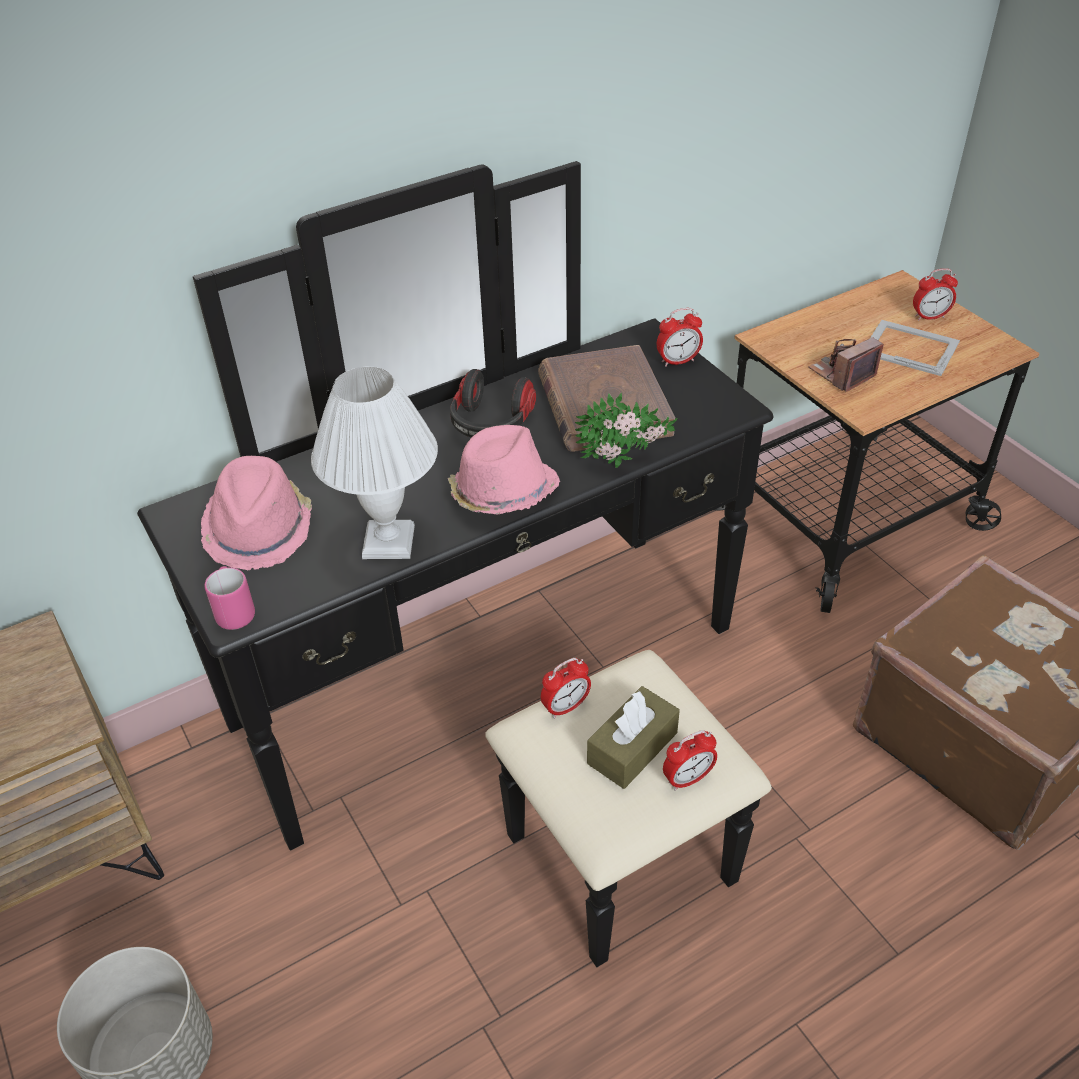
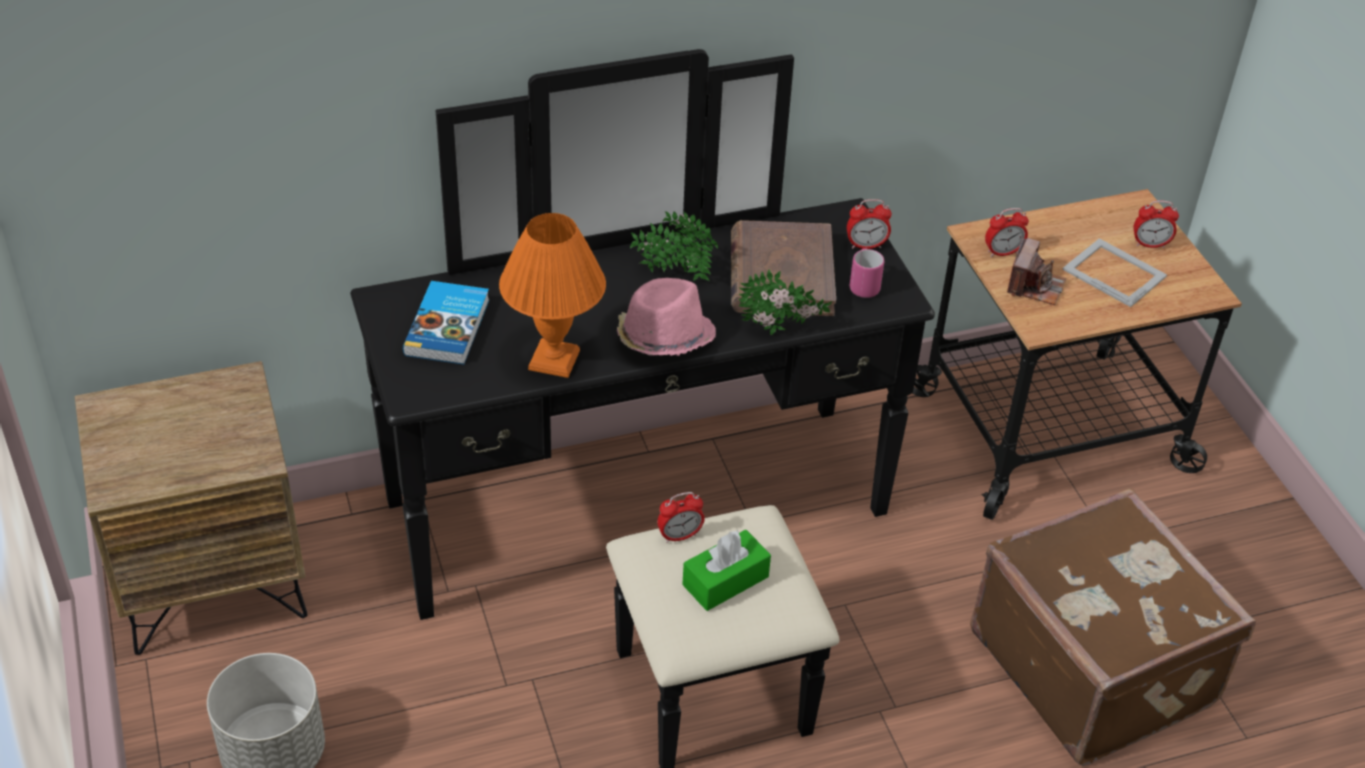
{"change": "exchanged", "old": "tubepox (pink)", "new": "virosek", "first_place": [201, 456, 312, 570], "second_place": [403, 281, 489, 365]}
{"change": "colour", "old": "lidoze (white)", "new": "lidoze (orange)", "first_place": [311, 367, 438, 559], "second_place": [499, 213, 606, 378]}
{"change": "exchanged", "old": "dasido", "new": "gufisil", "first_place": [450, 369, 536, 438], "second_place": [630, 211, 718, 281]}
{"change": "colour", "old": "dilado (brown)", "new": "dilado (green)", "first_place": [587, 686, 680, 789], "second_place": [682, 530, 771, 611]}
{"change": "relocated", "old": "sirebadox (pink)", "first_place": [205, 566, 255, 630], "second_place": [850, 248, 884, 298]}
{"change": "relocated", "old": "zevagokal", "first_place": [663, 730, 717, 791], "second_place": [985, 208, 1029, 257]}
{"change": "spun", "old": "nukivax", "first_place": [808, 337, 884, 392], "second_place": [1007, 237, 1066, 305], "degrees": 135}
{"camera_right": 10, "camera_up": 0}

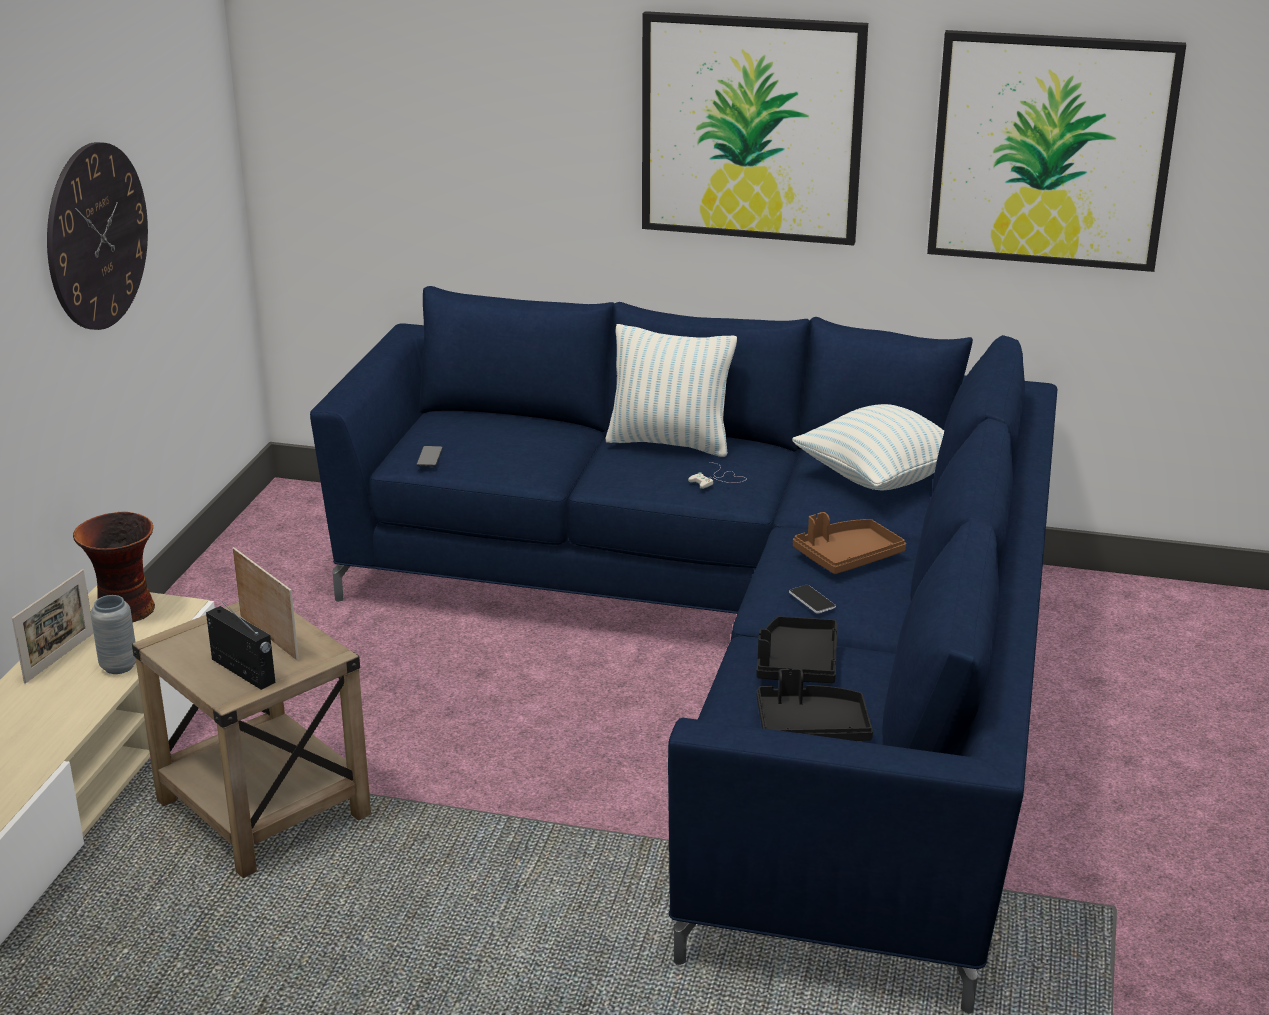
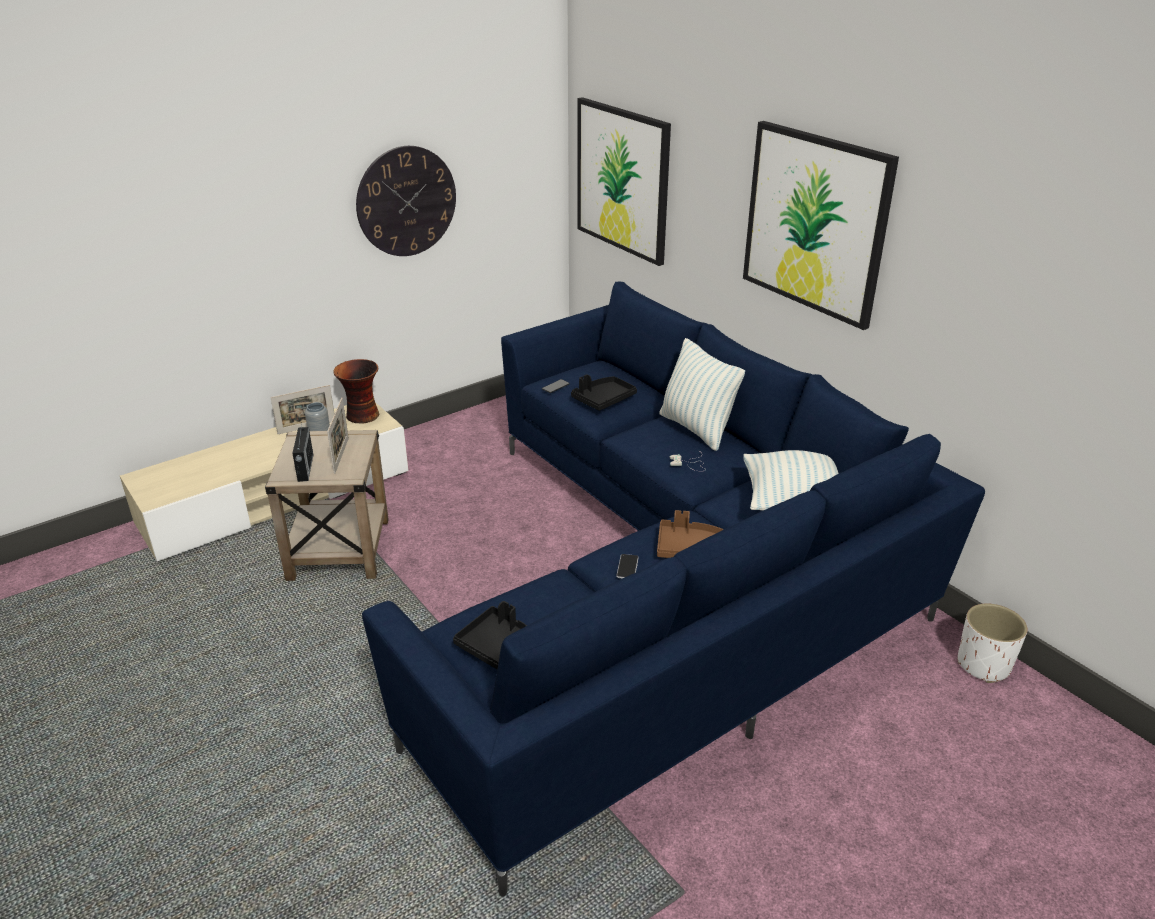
{"change": "relocated", "old": "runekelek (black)", "first_place": [756, 616, 837, 683], "second_place": [571, 374, 637, 411]}
{"change": "relocated", "old": "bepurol", "first_place": [927, 30, 1186, 272], "second_place": [577, 97, 671, 266]}
{"change": "appeared", "new": "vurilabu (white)", "second_place": [958, 603, 1027, 683]}
{"camera_right": 40, "camera_up": 5}

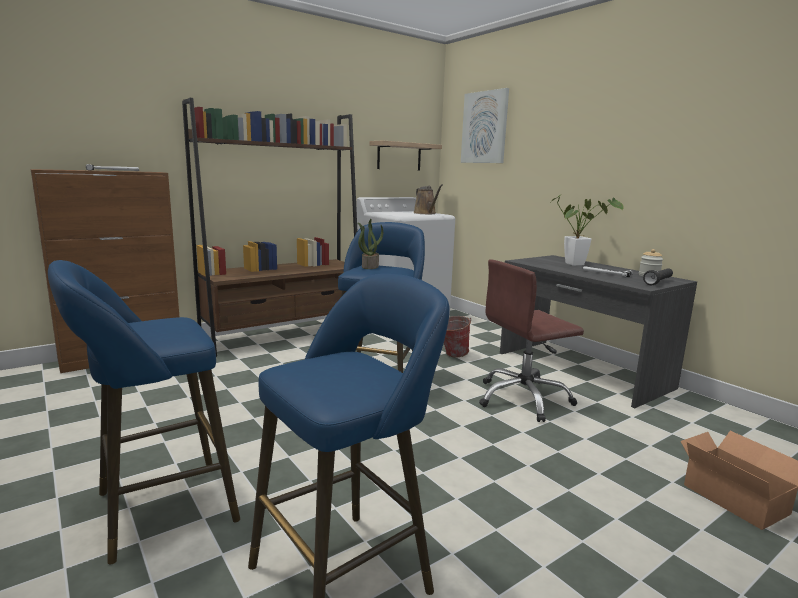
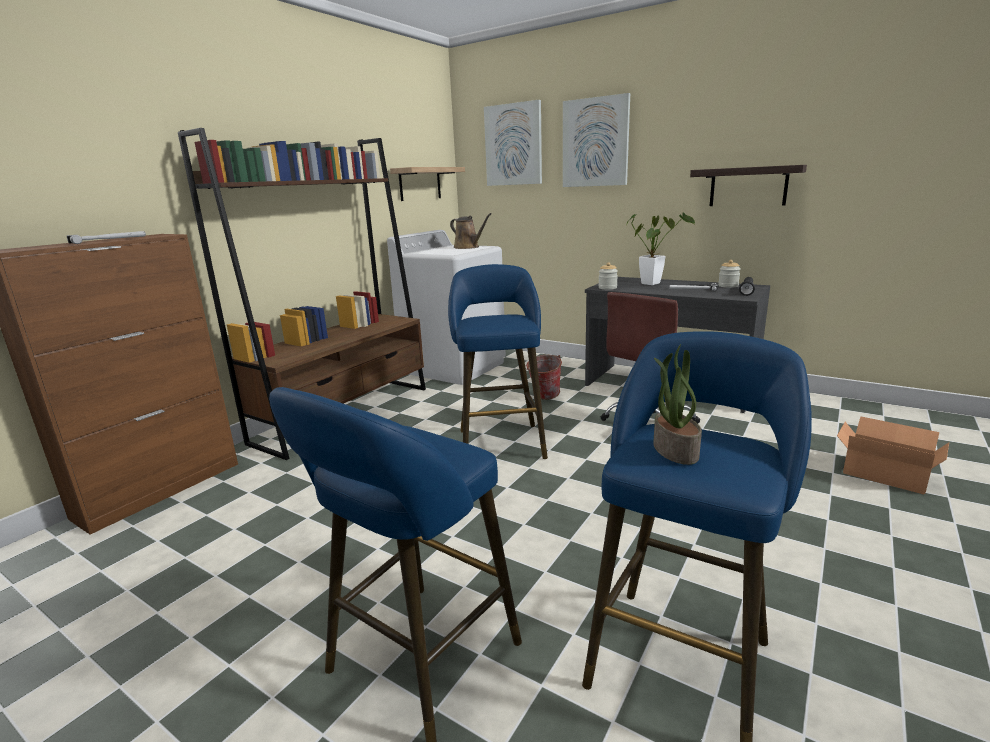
{"change": "appeared", "new": "bepurol", "second_place": [563, 93, 630, 187]}
{"change": "appeared", "new": "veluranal", "second_place": [598, 262, 618, 290]}
{"change": "relocated", "old": "gufisil", "first_place": [358, 219, 383, 269], "second_place": [653, 344, 702, 465]}
{"change": "appeared", "new": "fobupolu", "second_place": [690, 165, 807, 206]}
{"camera_right": -20, "camera_up": 5}

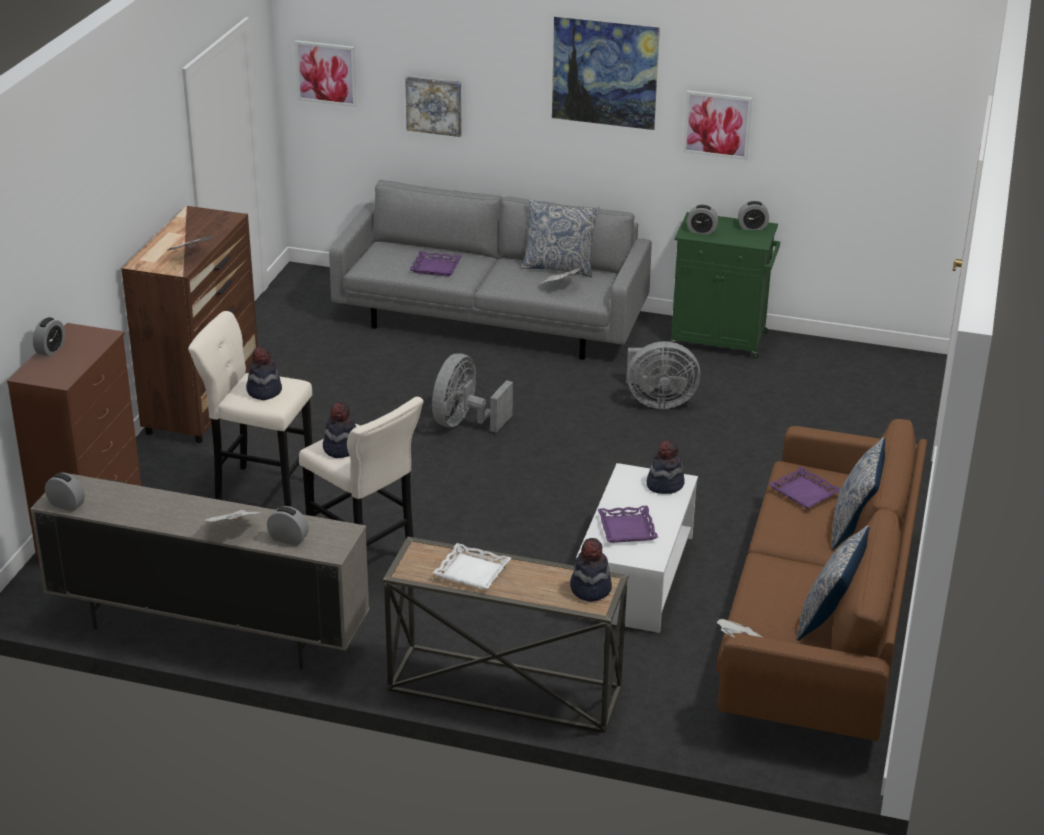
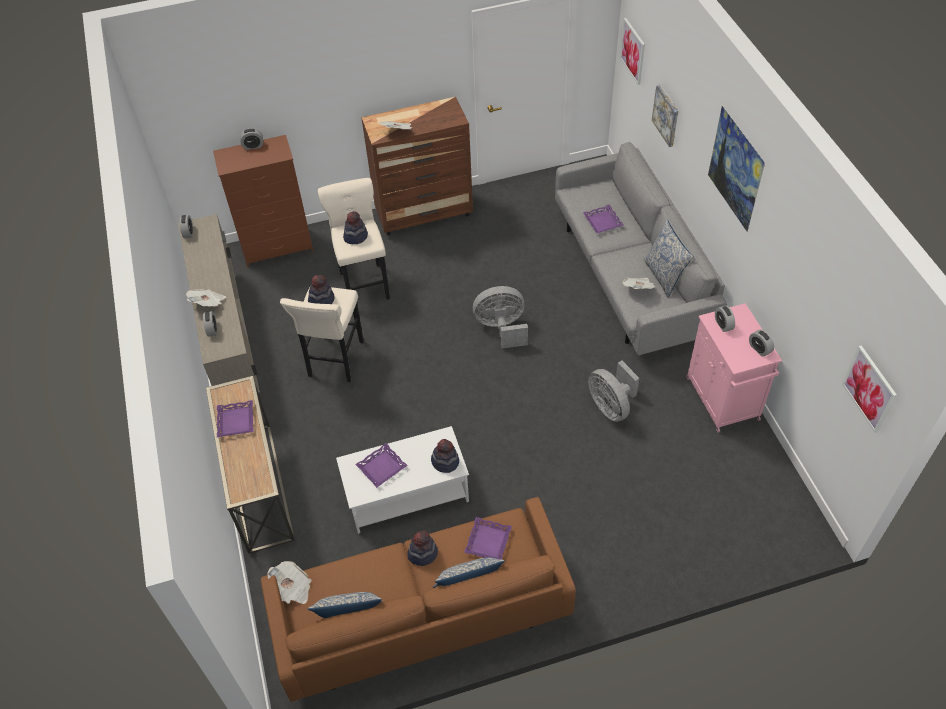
{"change": "colour", "old": "runekelek (white)", "new": "runekelek (purple)", "first_place": [433, 543, 511, 590], "second_place": [217, 400, 254, 437]}
{"change": "relocated", "old": "tubepox", "first_place": [570, 538, 612, 602], "second_place": [407, 530, 438, 566]}
{"change": "colour", "old": "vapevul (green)", "new": "vapevul (pink)", "first_place": [669, 212, 780, 359], "second_place": [686, 303, 782, 433]}
{"change": "relocated", "old": "bepurol", "first_place": [683, 90, 752, 160], "second_place": [842, 345, 897, 433]}
{"camera_right": 60, "camera_up": 20}

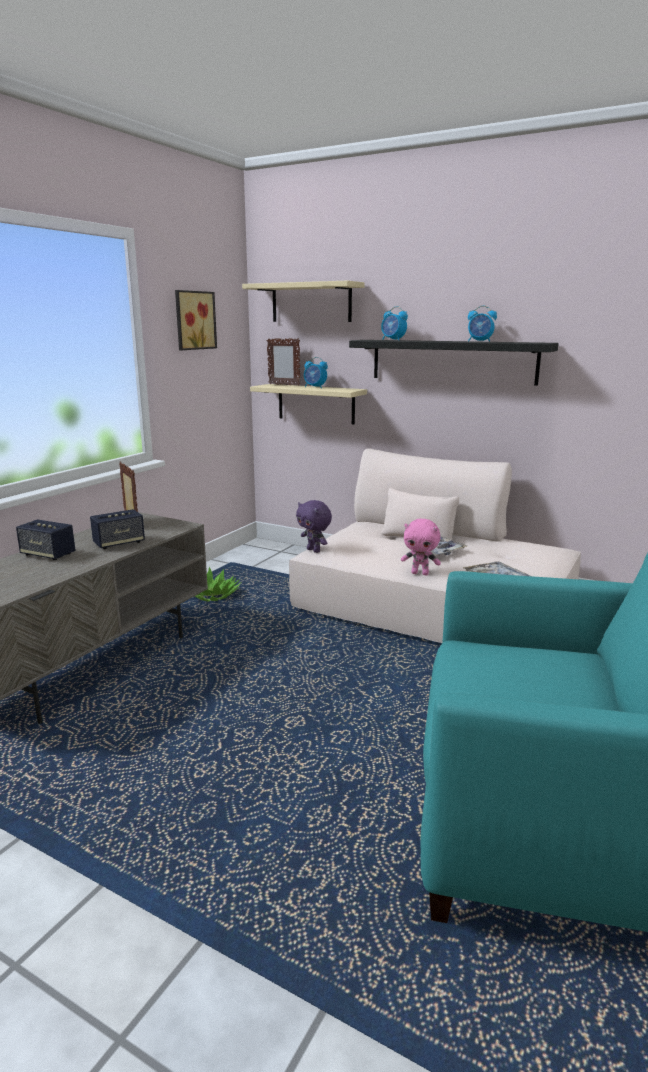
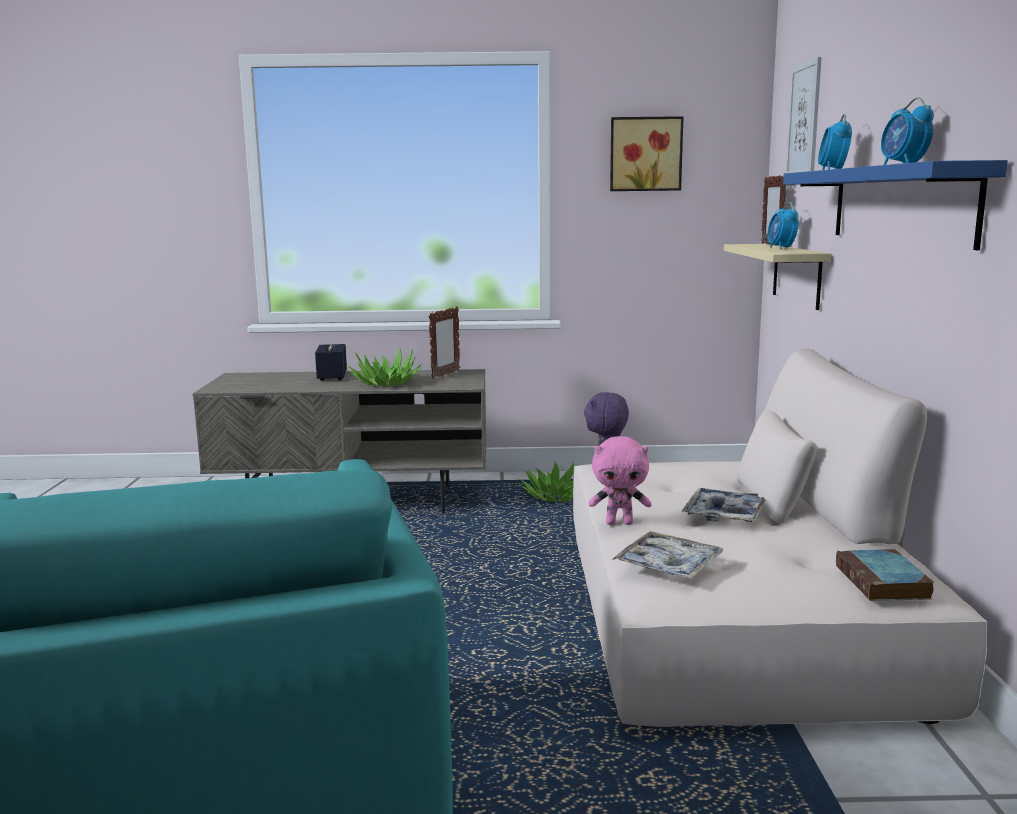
{"change": "exchanged", "old": "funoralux", "new": "gufisil", "first_place": [90, 509, 145, 549], "second_place": [347, 348, 423, 386]}
{"change": "spun", "old": "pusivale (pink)", "first_place": [401, 519, 441, 575], "second_place": [588, 436, 652, 525], "degrees": -75}
{"change": "colour", "old": "fobupolu (black)", "new": "fobupolu (blue)", "first_place": [349, 340, 559, 386], "second_place": [783, 160, 1008, 250]}
{"change": "exchanged", "old": "fobupolu (beige)", "new": "bepurol", "first_place": [242, 281, 364, 322], "second_place": [785, 57, 822, 173]}
{"change": "appeared", "new": "virosek", "second_place": [836, 549, 934, 601]}
{"camera_right": 60, "camera_up": -5}

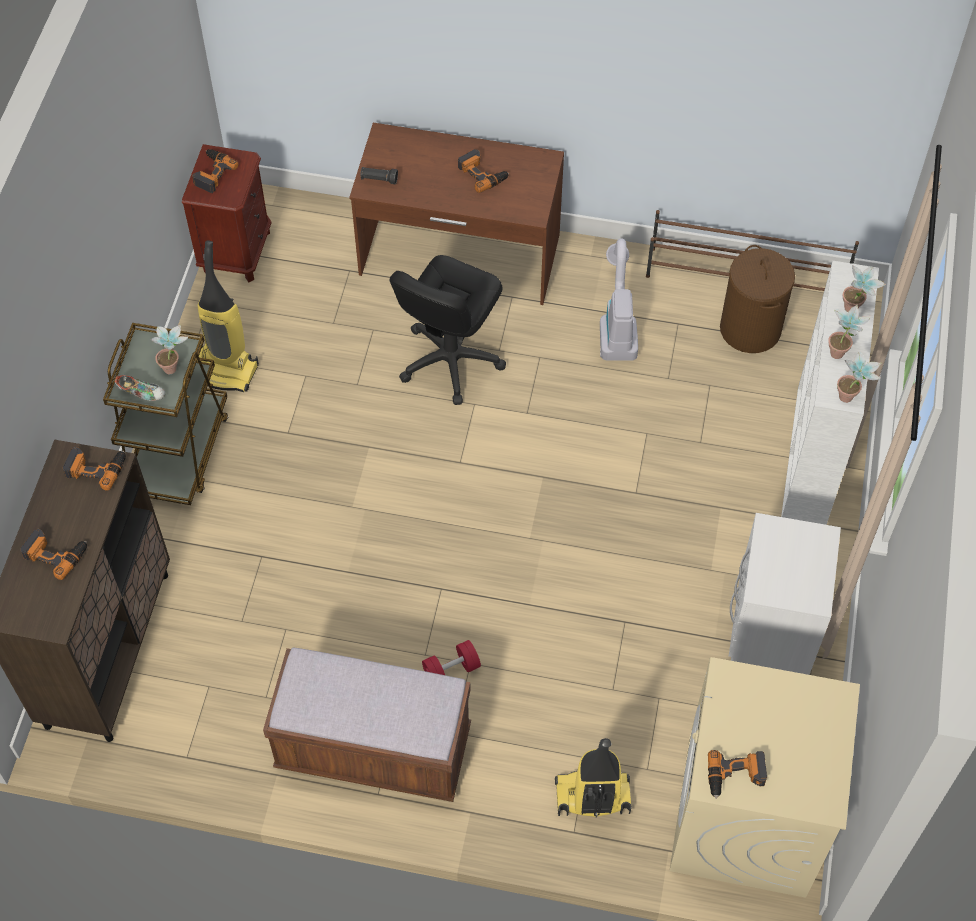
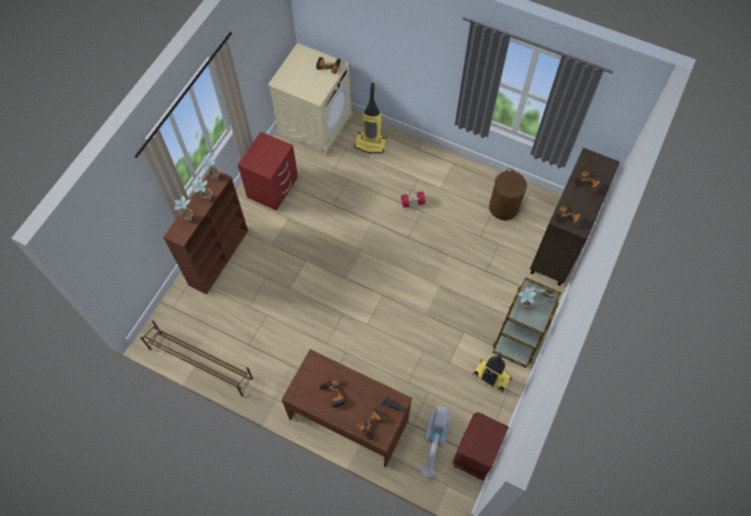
{"change": "colour", "old": "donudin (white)", "new": "donudin (brown)", "first_place": [781, 261, 879, 525], "second_place": [163, 172, 248, 294]}
{"change": "colour", "old": "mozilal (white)", "new": "mozilal (red)", "first_place": [729, 513, 841, 675], "second_place": [238, 132, 298, 211]}
{"change": "relocated", "old": "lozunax", "first_place": [192, 149, 239, 193], "second_place": [357, 408, 385, 440]}
{"change": "relocated", "old": "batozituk", "first_place": [600, 238, 638, 361], "second_place": [421, 406, 451, 477]}
{"change": "relocated", "old": "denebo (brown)", "first_place": [720, 245, 795, 353], "second_place": [489, 169, 527, 220]}
{"change": "missing", "old": "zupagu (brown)", "first_place": [263, 648, 471, 802]}
{"change": "missing", "old": "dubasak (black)", "first_place": [390, 255, 506, 405]}
{"camera_right": -165, "camera_up": 5}

